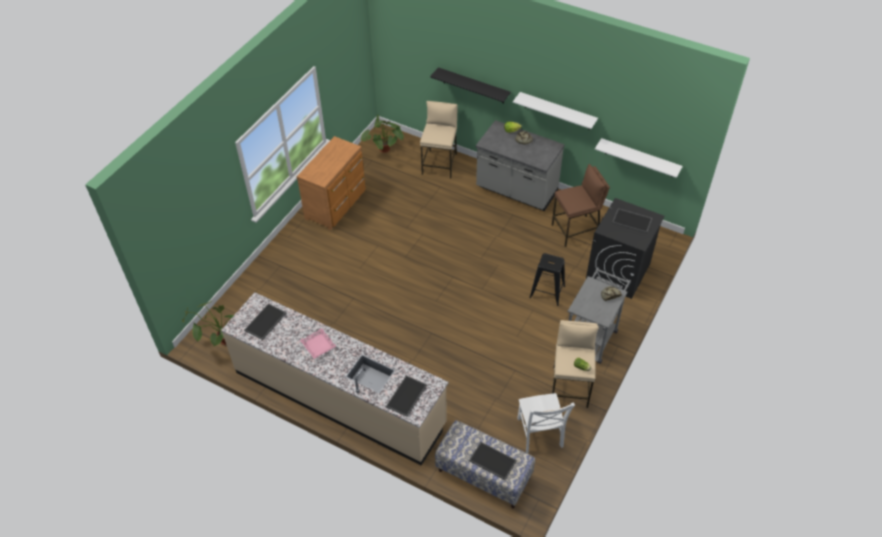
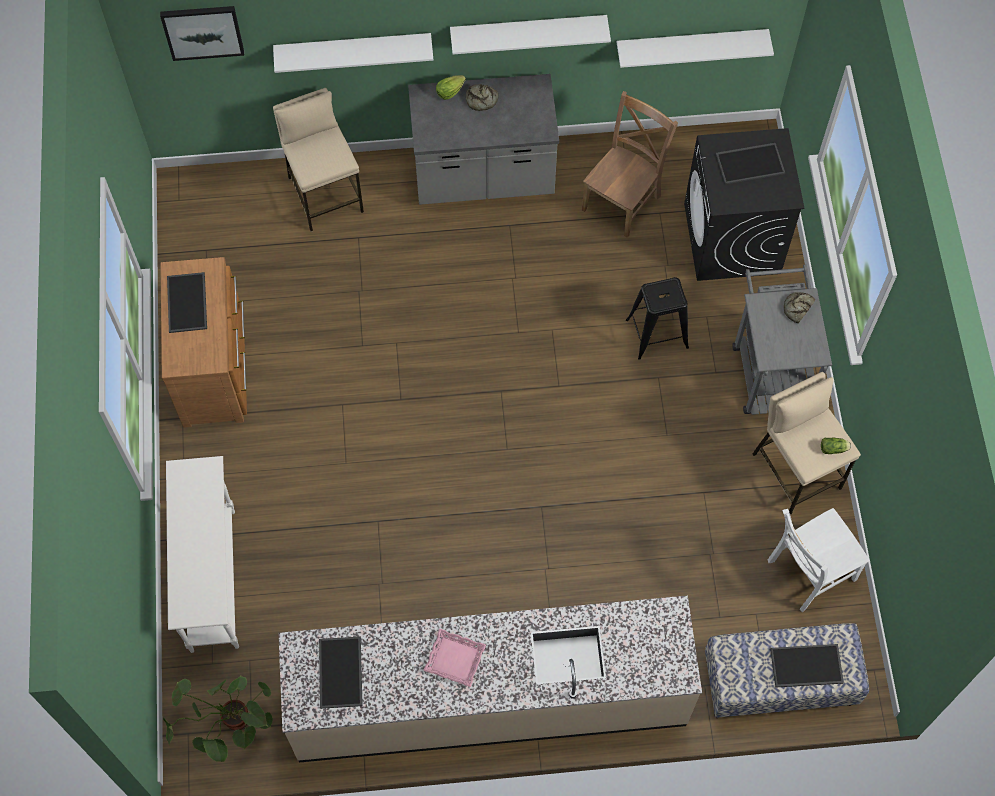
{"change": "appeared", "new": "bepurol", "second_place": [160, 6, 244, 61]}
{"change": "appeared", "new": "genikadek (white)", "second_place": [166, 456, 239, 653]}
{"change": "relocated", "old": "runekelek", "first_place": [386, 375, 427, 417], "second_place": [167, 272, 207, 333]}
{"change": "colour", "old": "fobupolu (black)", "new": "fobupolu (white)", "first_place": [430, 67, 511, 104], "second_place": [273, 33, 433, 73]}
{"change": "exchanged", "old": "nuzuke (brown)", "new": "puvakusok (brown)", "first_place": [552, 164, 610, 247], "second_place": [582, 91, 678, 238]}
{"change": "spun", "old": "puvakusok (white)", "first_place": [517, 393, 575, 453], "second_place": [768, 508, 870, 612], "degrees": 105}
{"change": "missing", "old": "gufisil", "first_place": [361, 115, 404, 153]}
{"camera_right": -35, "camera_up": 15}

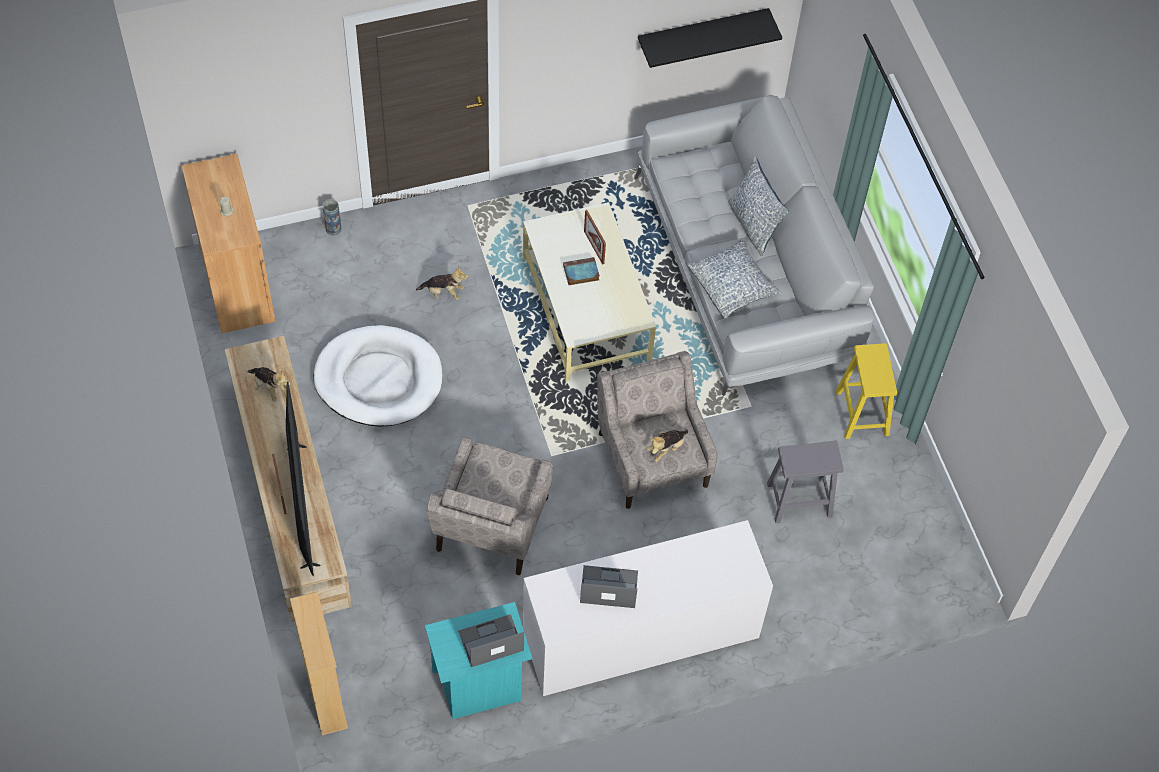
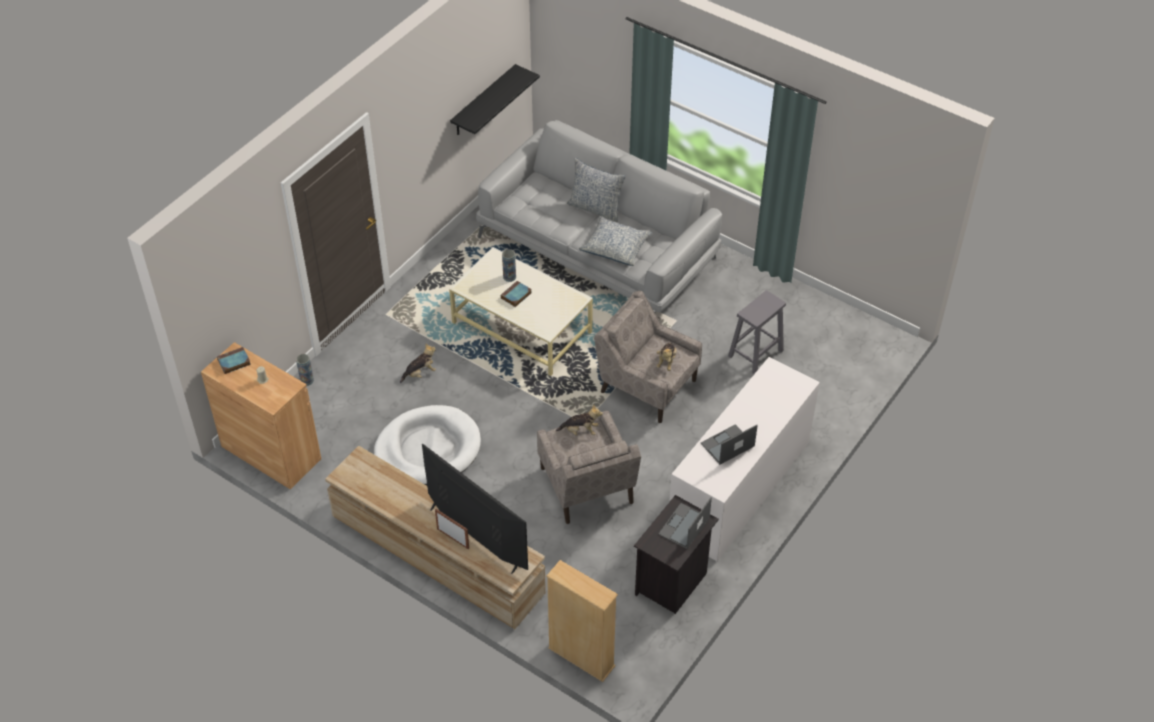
{"change": "appeared", "new": "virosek", "second_place": [217, 347, 251, 374]}
{"change": "exchanged", "old": "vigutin", "new": "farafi", "first_place": [584, 210, 606, 265], "second_place": [502, 249, 516, 282]}
{"change": "relocated", "old": "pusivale", "first_place": [247, 367, 291, 402], "second_place": [556, 404, 603, 436]}
{"change": "colour", "old": "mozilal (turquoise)", "new": "mozilal (black)", "first_place": [425, 602, 532, 719], "second_place": [634, 495, 719, 614]}
{"change": "missing", "old": "nuzuke (yellow)", "first_place": [836, 343, 897, 439]}
{"camera_right": -35, "camera_up": -10}

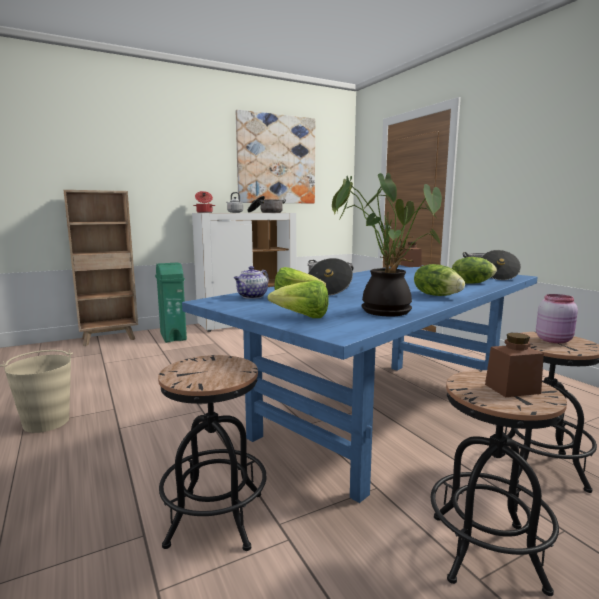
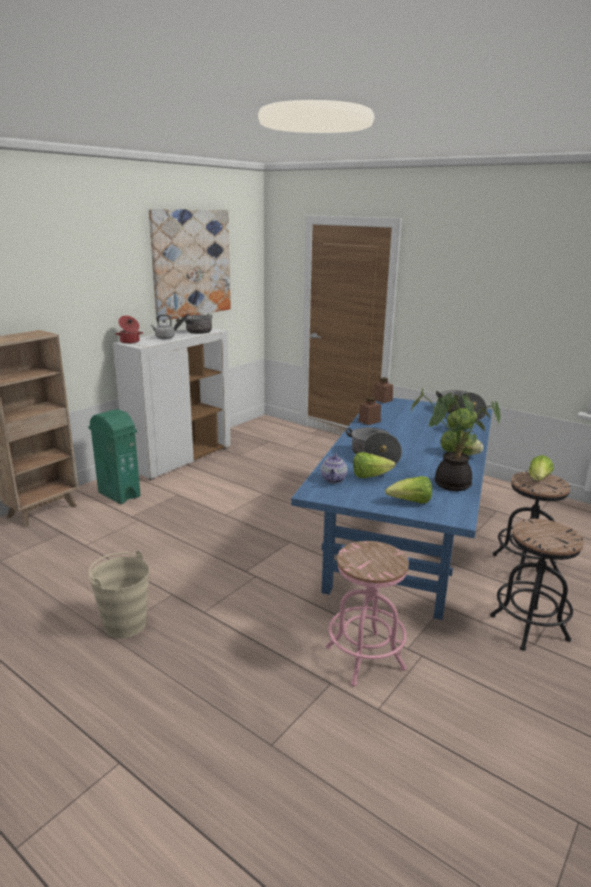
{"change": "colour", "old": "nuzuke (black)", "new": "nuzuke (pink)", "first_place": [158, 355, 267, 551], "second_place": [326, 541, 409, 687]}
{"change": "relocated", "old": "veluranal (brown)", "first_place": [485, 333, 544, 397], "second_place": [358, 397, 381, 425]}
{"change": "exchanged", "old": "veluranal (pink)", "new": "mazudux", "first_place": [536, 294, 578, 343], "second_place": [529, 455, 554, 481]}
{"camera_right": -25, "camera_up": 10}

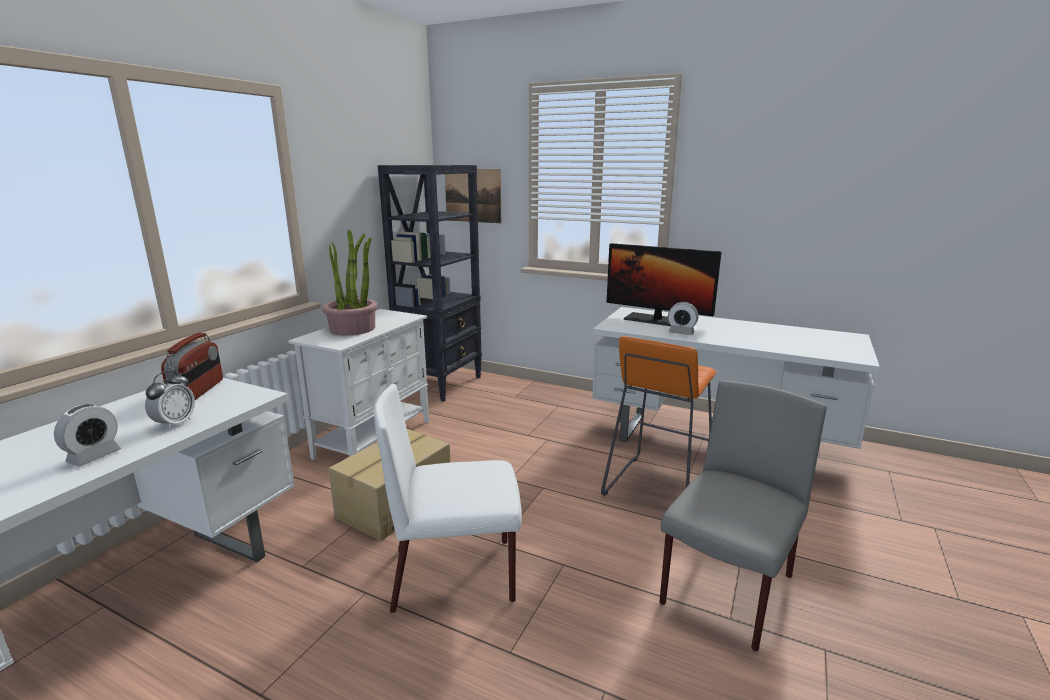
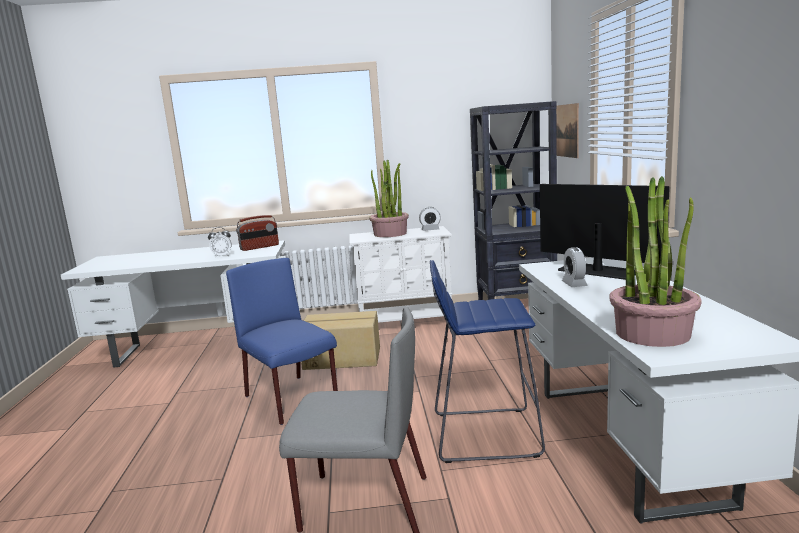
{"change": "colour", "old": "puvakusok (white)", "new": "puvakusok (blue)", "first_place": [374, 384, 522, 613], "second_place": [226, 258, 338, 425]}
{"change": "relocated", "old": "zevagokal", "first_place": [54, 404, 121, 467], "second_place": [419, 207, 441, 231]}
{"change": "colour", "old": "nuzuke (orange)", "new": "nuzuke (blue)", "first_place": [601, 336, 716, 496], "second_place": [430, 260, 545, 463]}
{"change": "spun", "old": "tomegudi", "first_place": [607, 243, 721, 326], "second_place": [540, 184, 670, 280], "degrees": 135}
{"change": "appeared", "new": "gufisil", "second_place": [609, 176, 701, 347]}
{"camera_right": 60, "camera_up": -5}

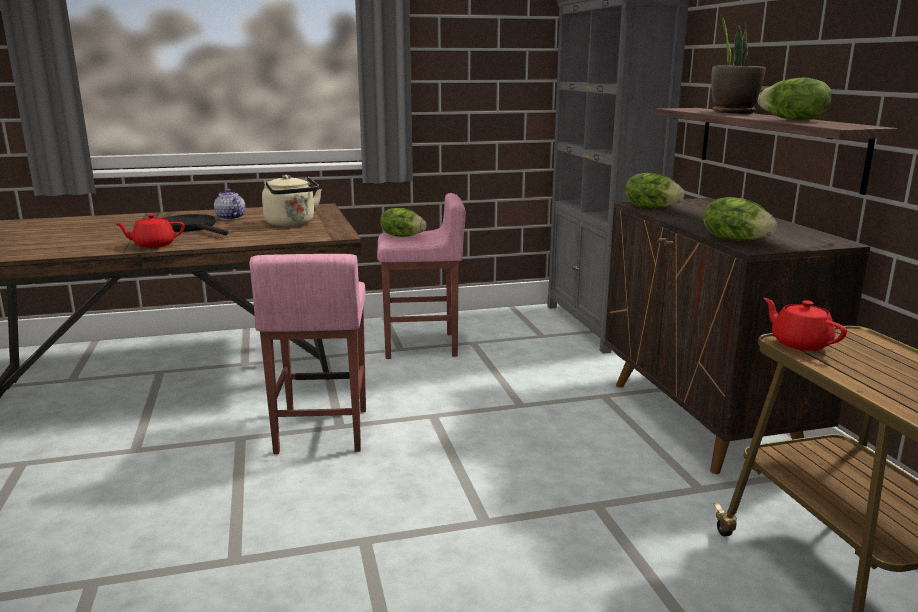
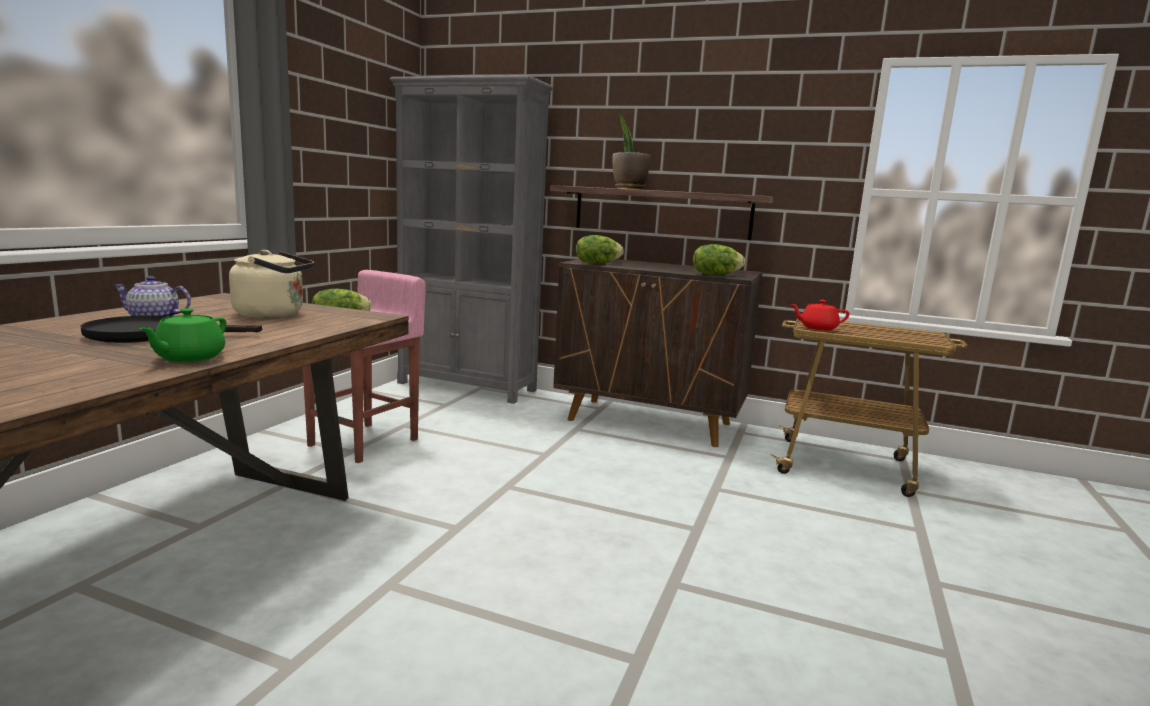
{"change": "colour", "old": "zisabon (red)", "new": "zisabon (green)", "first_place": [114, 214, 185, 248], "second_place": [139, 308, 226, 362]}
{"change": "missing", "old": "nuzuke (pink)", "first_place": [249, 254, 366, 454]}
{"change": "missing", "old": "mazudux", "first_place": [758, 77, 831, 121]}
{"camera_right": -55, "camera_up": -5}

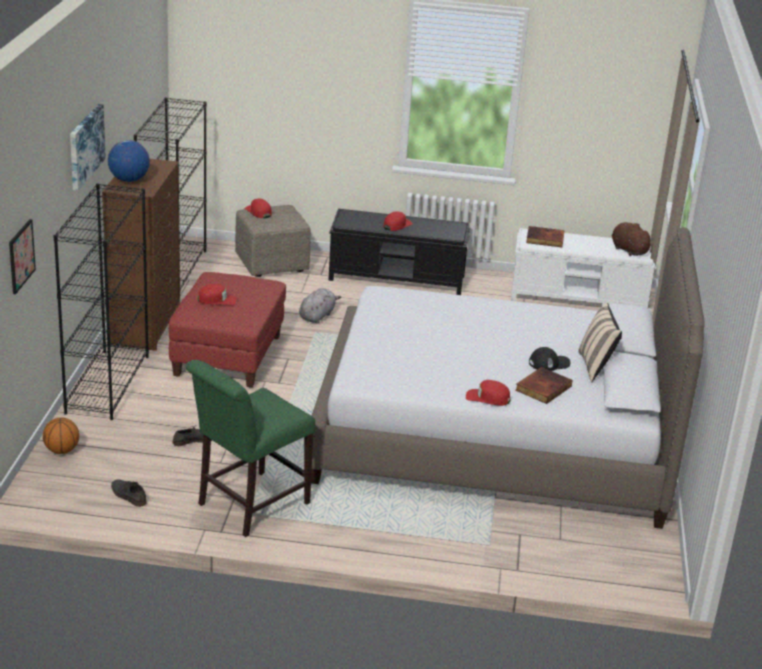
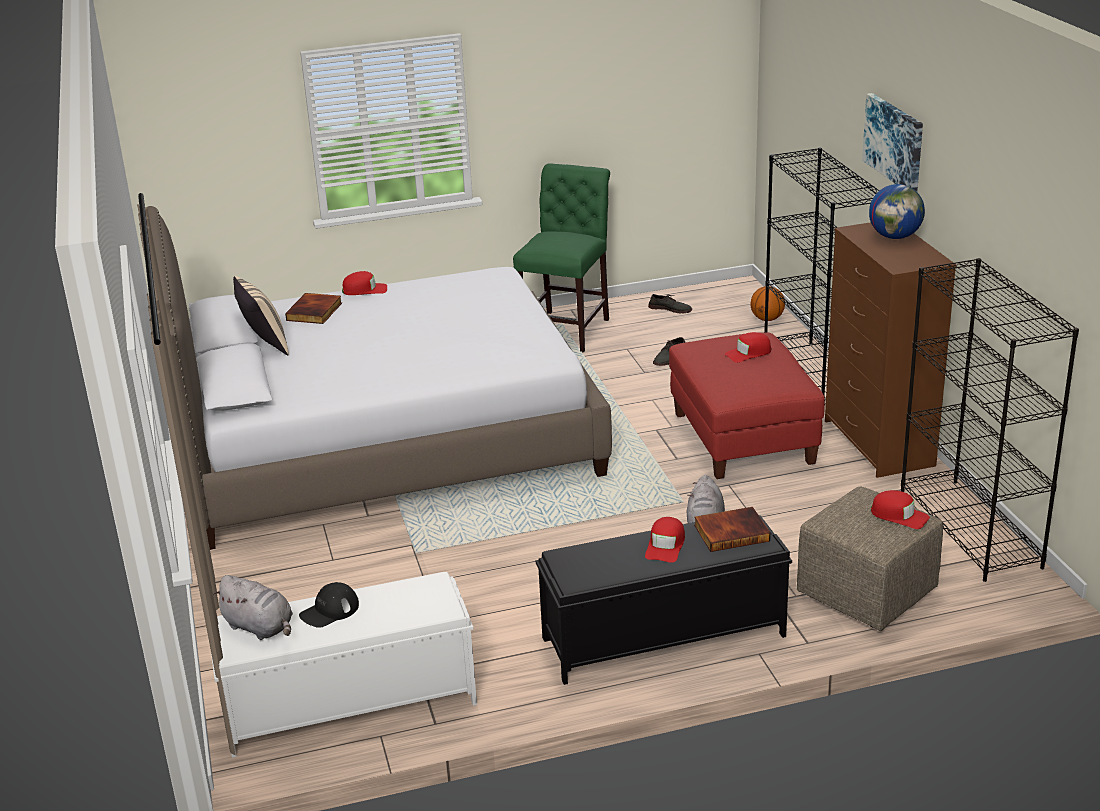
{"change": "colour", "old": "pusivale (brown)", "new": "pusivale (grey)", "first_place": [612, 222, 654, 256], "second_place": [213, 575, 293, 640]}
{"change": "relocated", "old": "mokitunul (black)", "first_place": [529, 347, 571, 371], "second_place": [299, 582, 359, 628]}
{"change": "relocated", "old": "virosek", "first_place": [526, 226, 565, 247], "second_place": [694, 507, 770, 552]}
{"change": "missing", "old": "bepurol", "first_place": [9, 219, 36, 294]}
{"camera_right": 160, "camera_up": 0}

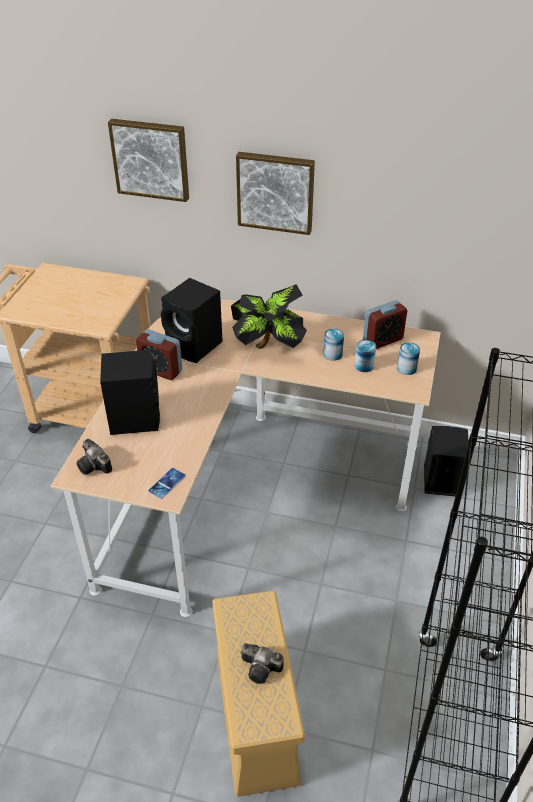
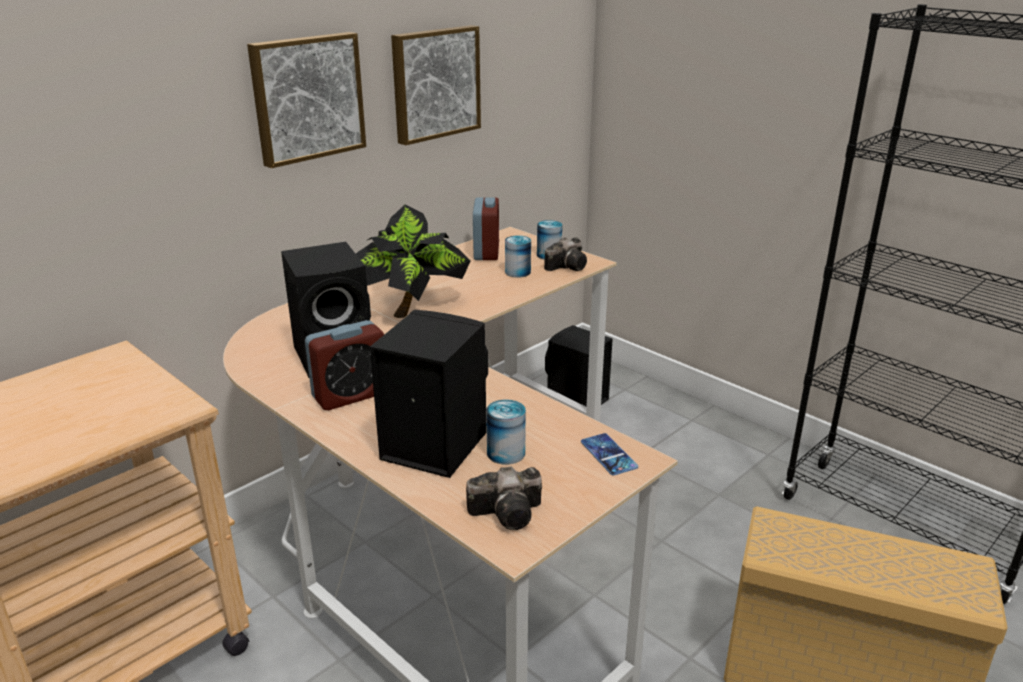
{"change": "relocated", "old": "bepurol", "first_place": [108, 119, 189, 202], "second_place": [391, 25, 481, 145]}
{"change": "relocated", "old": "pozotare", "first_place": [323, 329, 344, 361], "second_place": [486, 400, 526, 465]}
{"change": "relocated", "old": "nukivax", "first_place": [241, 643, 284, 684], "second_place": [544, 237, 587, 271]}
{"camera_right": -60, "camera_up": -15}

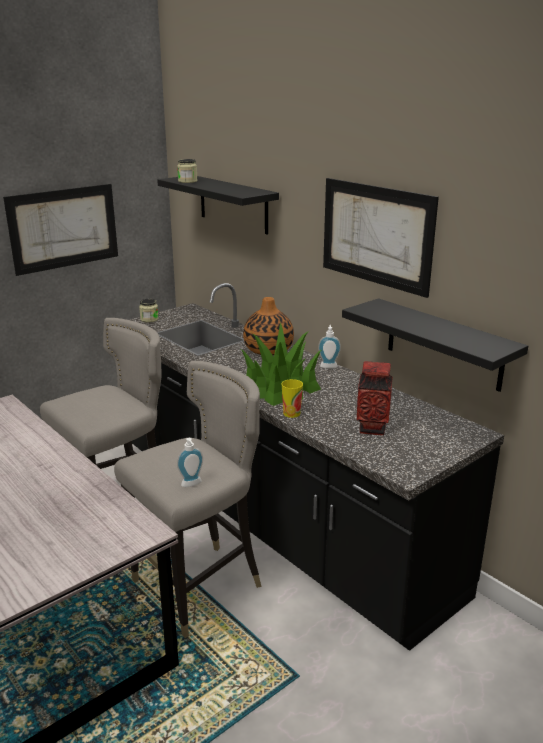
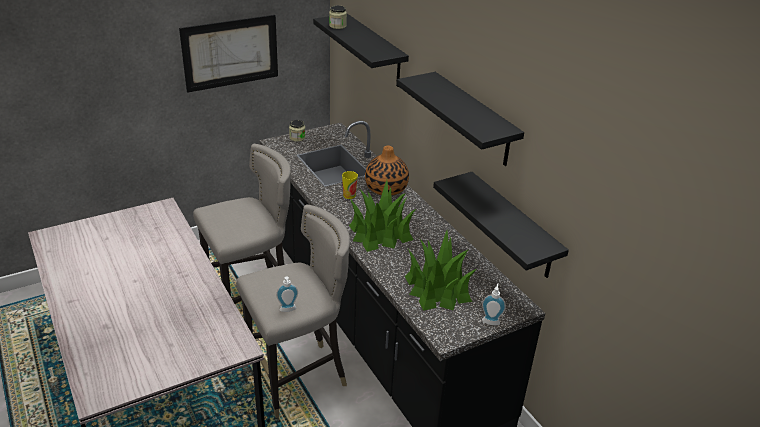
{"change": "relocated", "old": "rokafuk", "first_place": [281, 379, 303, 418], "second_place": [342, 171, 358, 199]}
{"change": "exchanged", "old": "bepurol", "new": "fobupolu (black)", "first_place": [323, 178, 439, 298], "second_place": [397, 72, 524, 166]}
{"change": "exchanged", "old": "farafi", "new": "gufisil", "first_place": [357, 361, 393, 435], "second_place": [405, 231, 477, 311]}
{"change": "relocated", "old": "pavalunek", "first_place": [318, 325, 341, 368], "second_place": [482, 283, 506, 325]}
{"camera_right": 10, "camera_up": 10}

